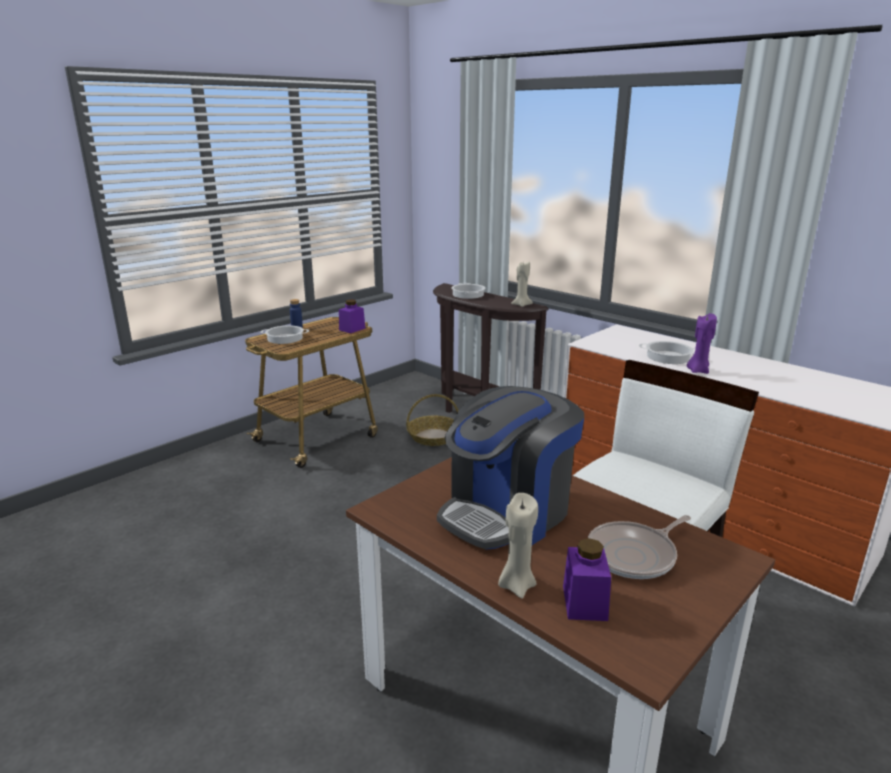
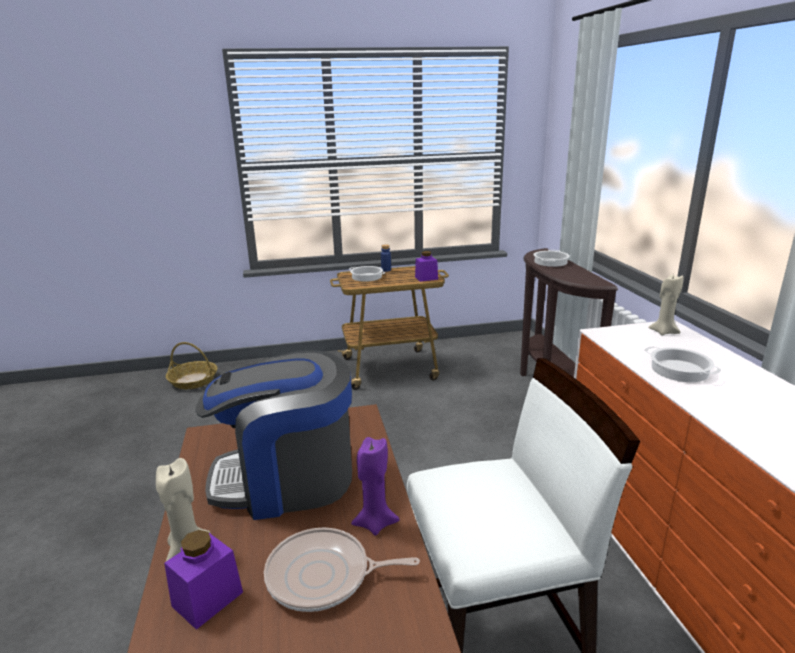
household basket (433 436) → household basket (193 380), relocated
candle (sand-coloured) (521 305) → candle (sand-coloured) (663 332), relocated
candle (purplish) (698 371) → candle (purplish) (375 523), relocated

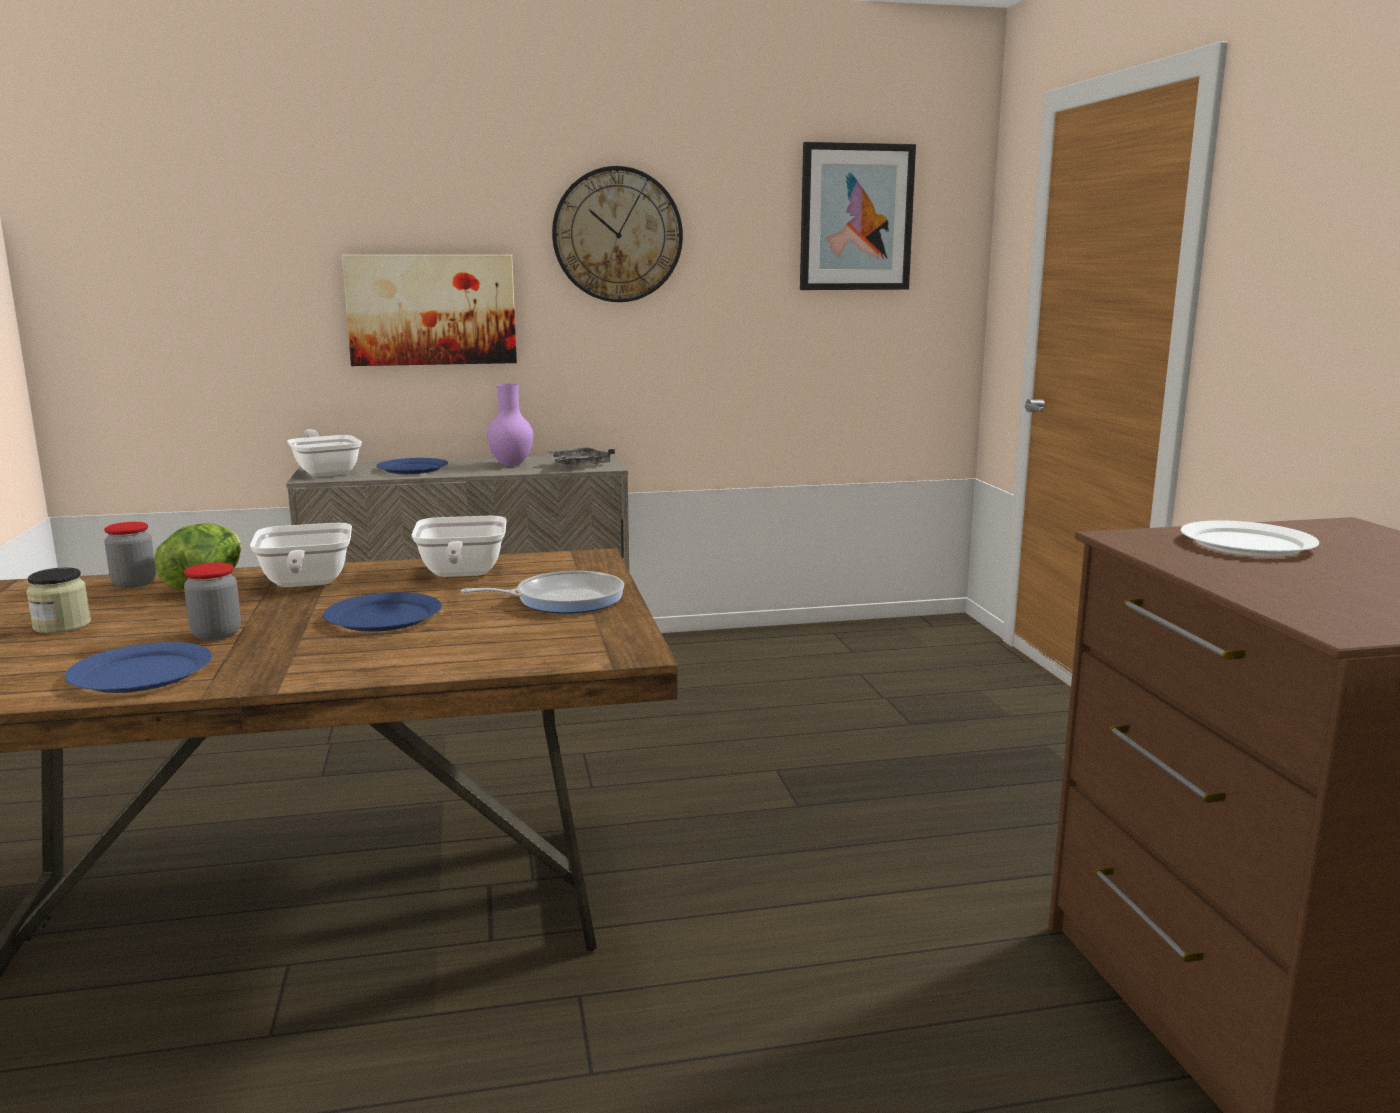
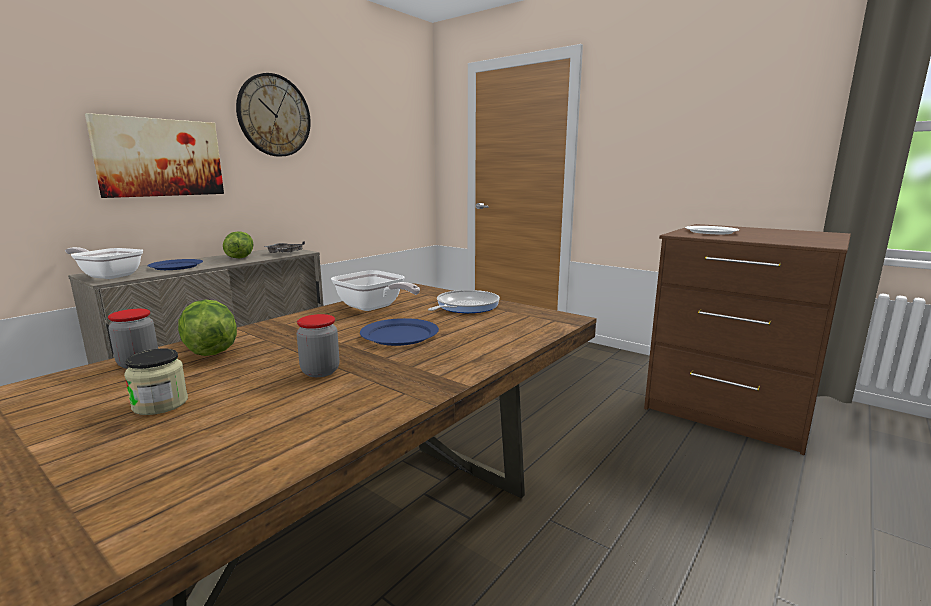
flat dish (blue-coloured) (141 673) → -
pan (304 584) → -
decorative vase (purplish) (510 465) → lettuce head (240 257)
picture (856 217) → -

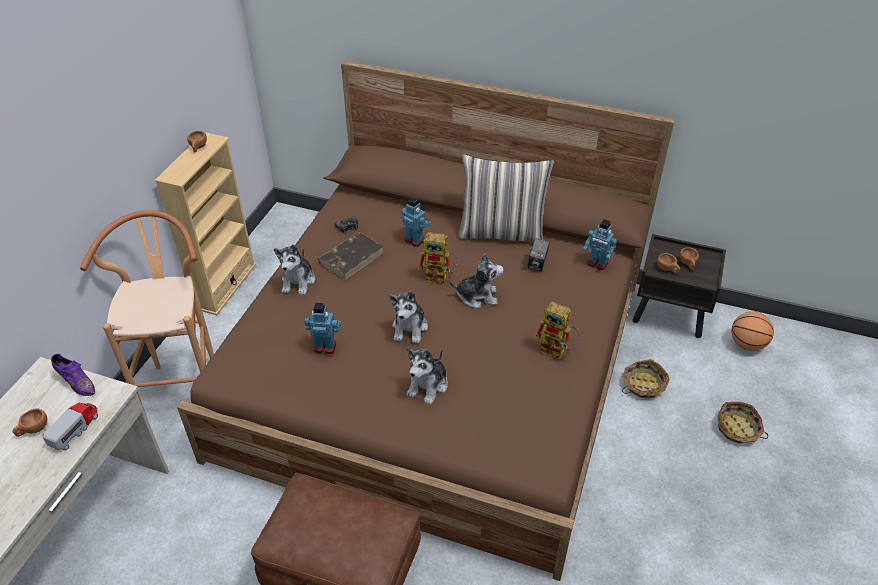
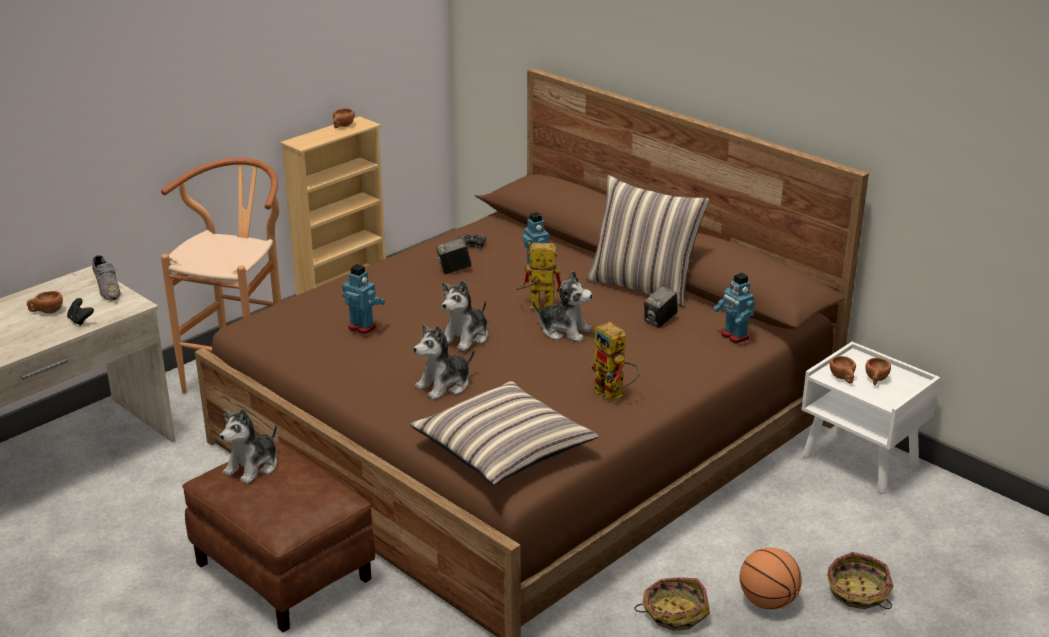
toy lorry (75 430) → game controller (black) (80 320)
shoe (purplish) (77 382) → shoe (grey) (108 290)
plush toy (298 281) → plush toy (253 467), relocated
bound book (brown-coloured) (352 257) → still camera (454 270)
toy robot (440 278) → toy robot (536 306), 150 degrees clockwise
household basket (642 385) → household basket (674 612), relocated
bedside table (brown-coloured) (670 314) → bedside table (white) (861 462)
basketball (747 344) → basketball (767 602), relocated
- → throw pillow (503 448)

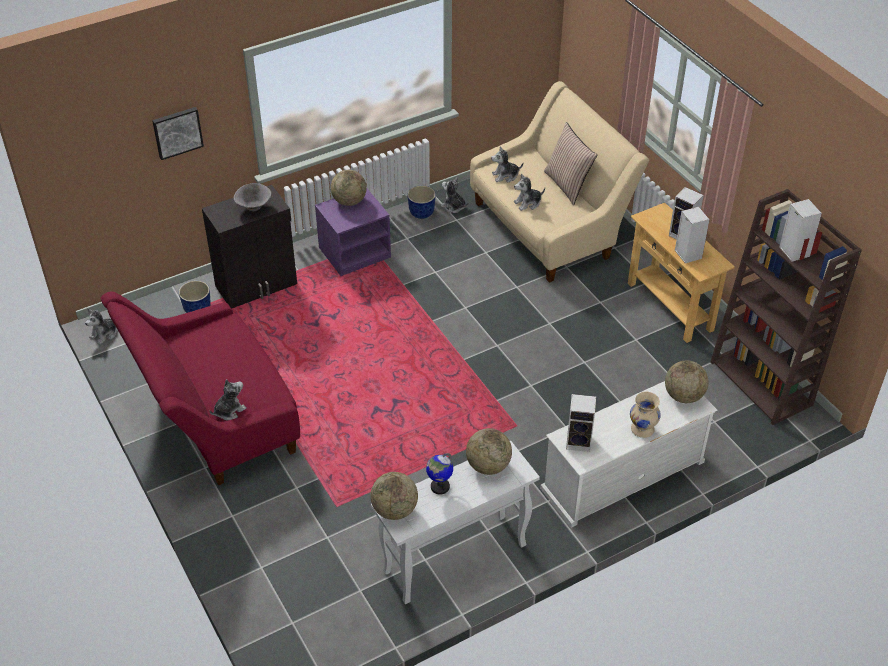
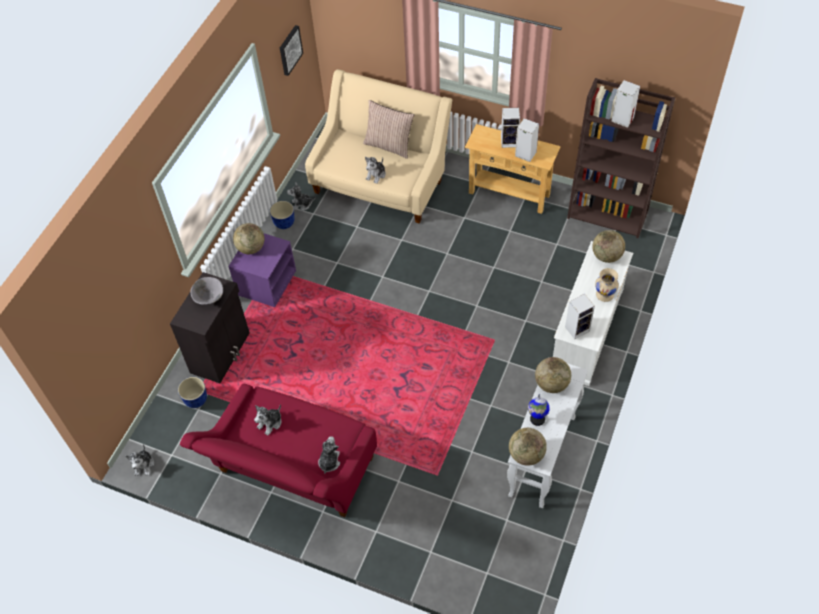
picture (177 132) → picture (289 50), relocated
plush toy (505 176) → plush toy (270 423), relocated

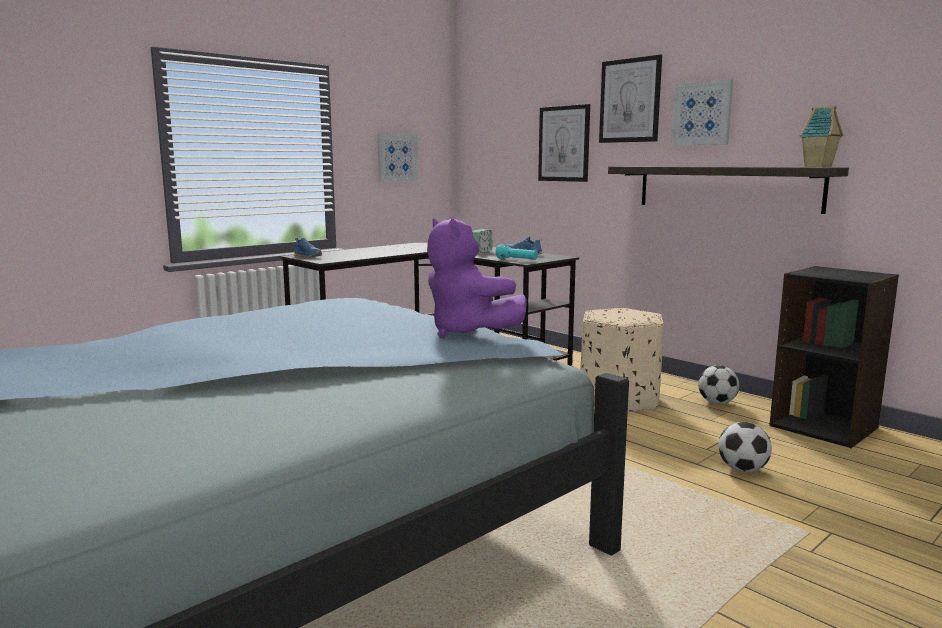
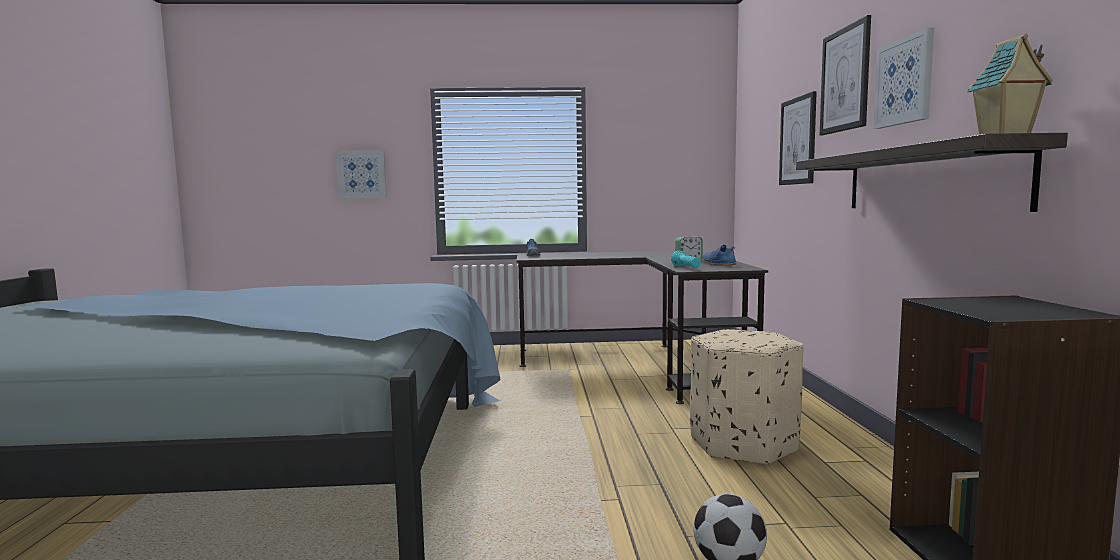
picture (397 158) → picture (361 174), relocated
plush toy (purplish) (467 332) → -
ball for football (717 403) → -

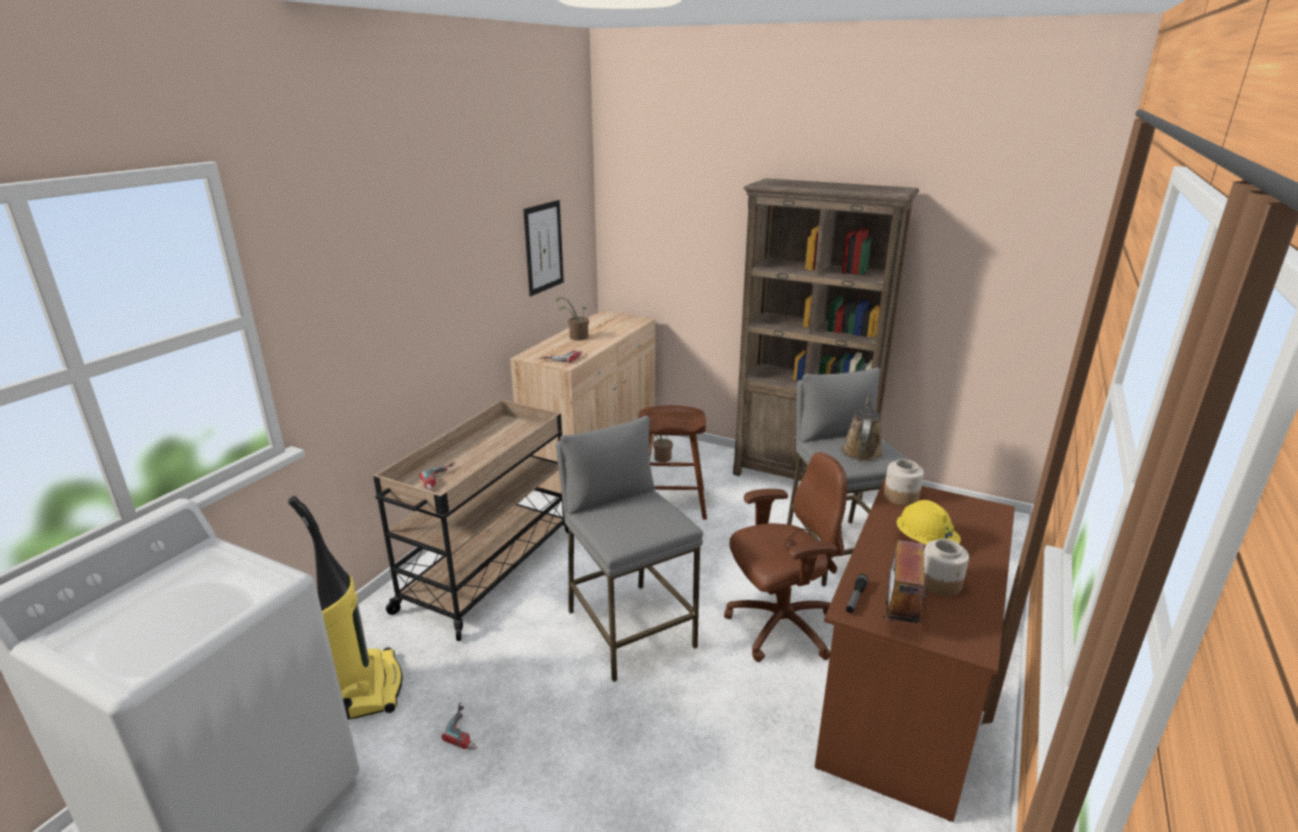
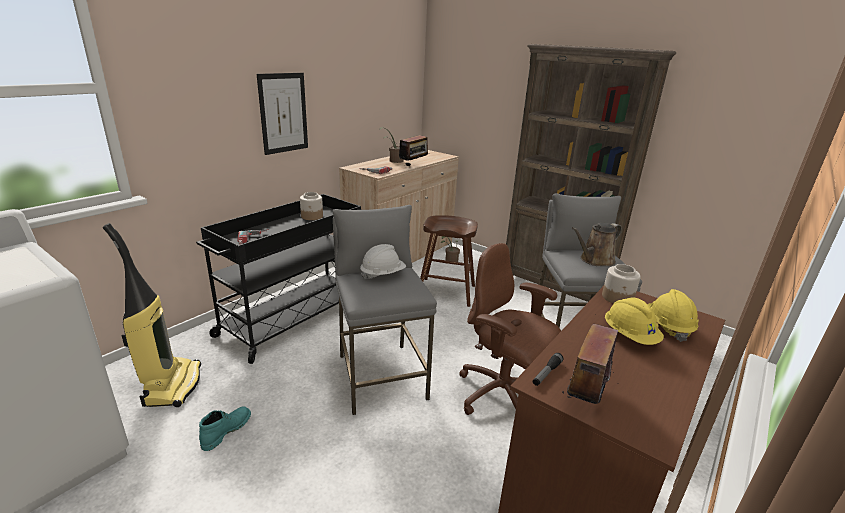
trolley (sand-coloured) (487 571) → trolley (black) (294 318)
power drill (467 729) → boot (turquoise) (226 430)
picture (543 247) → picture (283 113), relocated
office chair (brown-coloured) (779 627) → office chair (brown-coloured) (502 395), 135 degrees counterclockwise
sprinkling can (brown-coloured) (861 449) → sprinkling can (brown-coloured) (595 260), 150 degrees counterclockwise
preserve jar (940 583) → preserve jar (312 216), relocated
- → safety helmet (white) (382 274)
- → radio (414 165)
- → safety helmet (yellowish) (668 326)

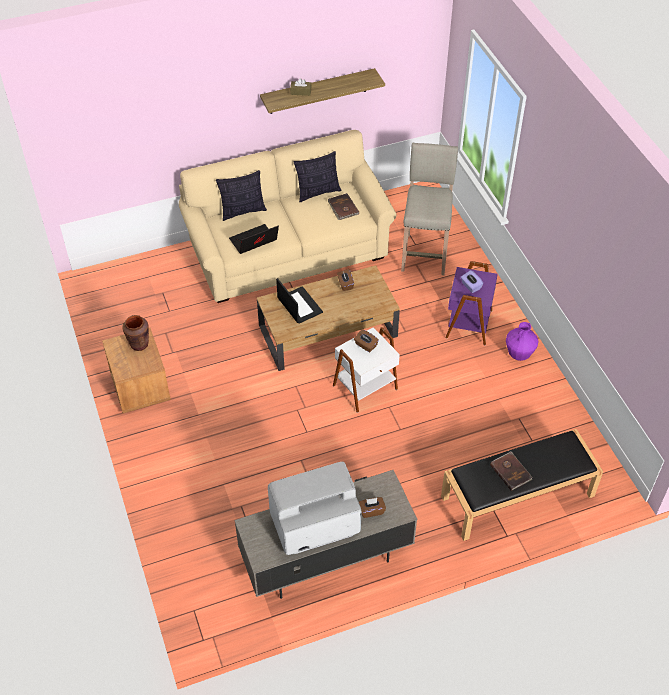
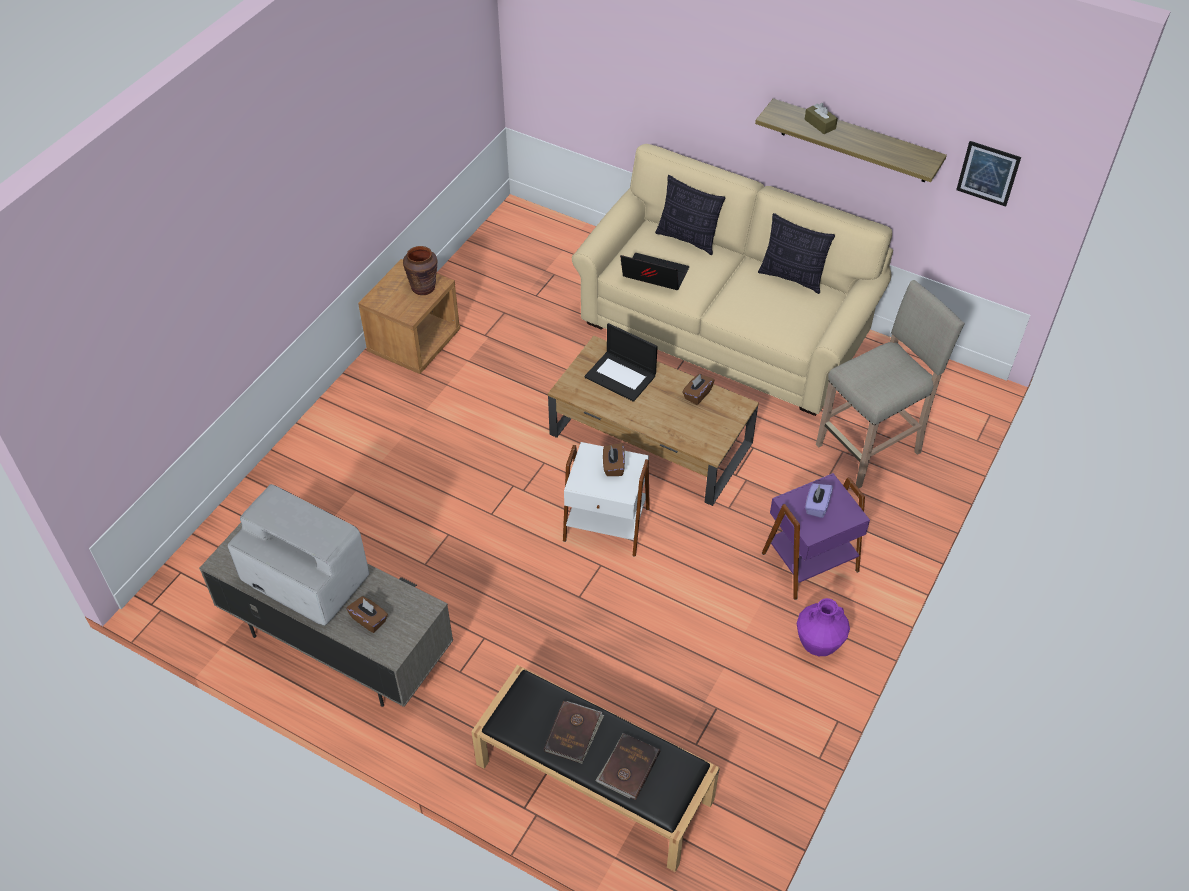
portable computer (299 305) → portable computer (621 376), 105 degrees clockwise
bound book (brown-coloured) (343 208) → bound book (brown-coloured) (628 767), relocated
- → picture (988 173)

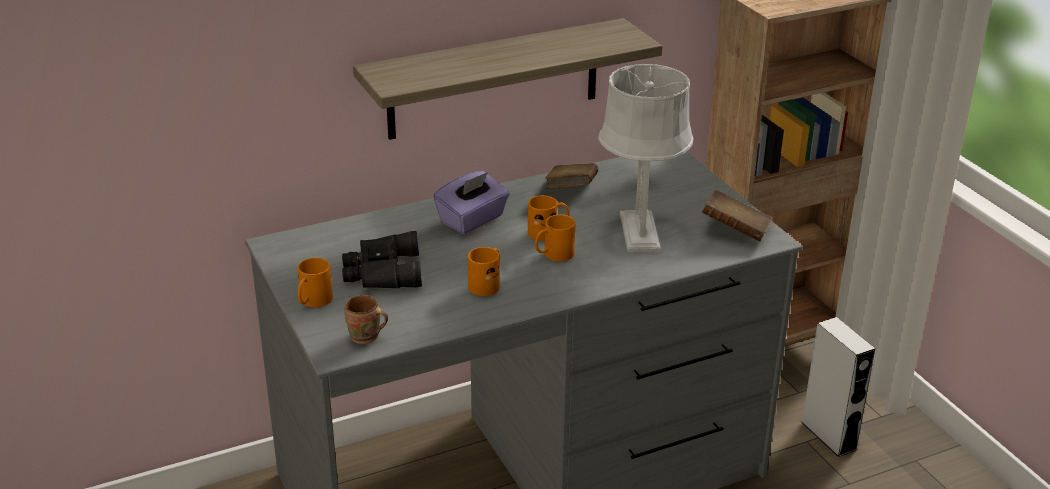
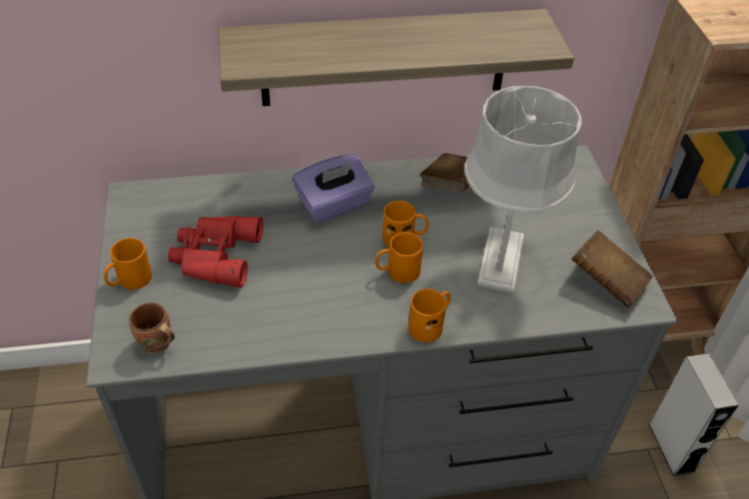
field glasses (black) (381 272) → field glasses (reddish) (214 255)
coffee mug (orangey) (487 284) → coffee mug (orangey) (430 324), relocated

